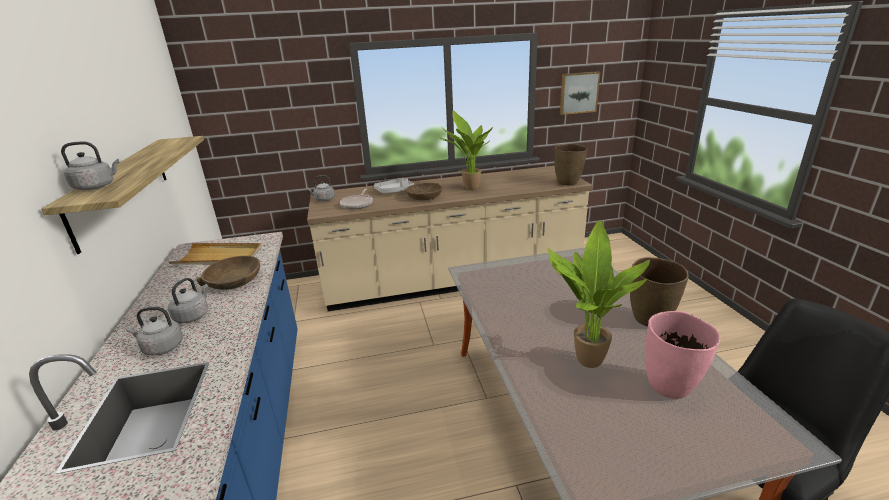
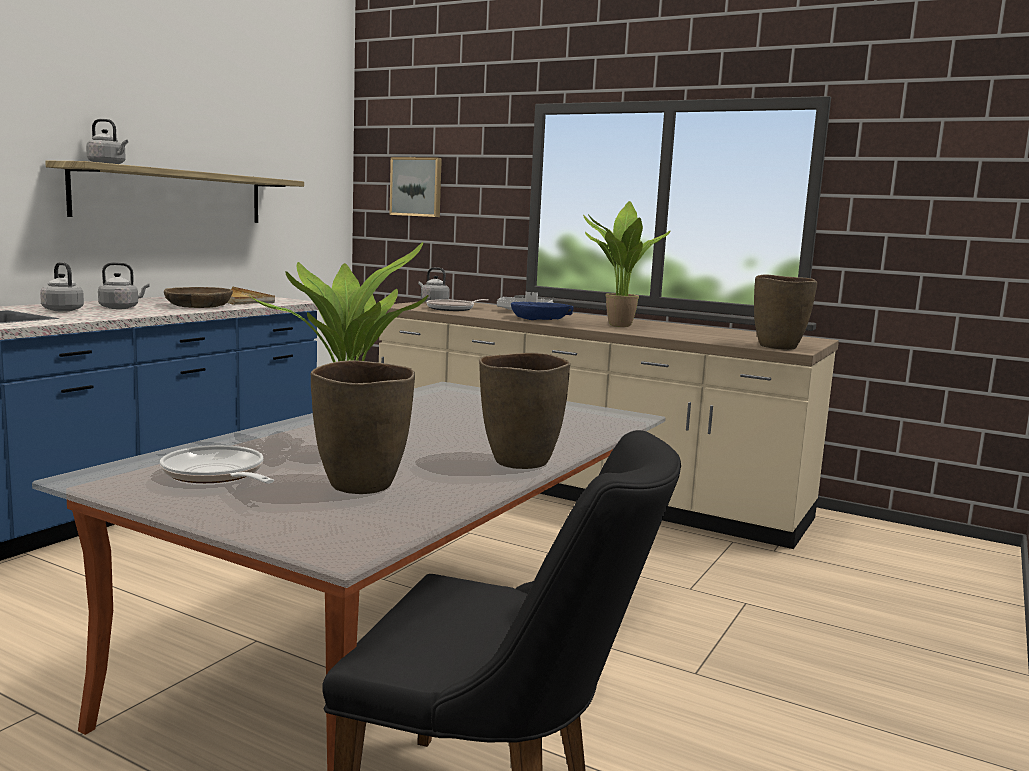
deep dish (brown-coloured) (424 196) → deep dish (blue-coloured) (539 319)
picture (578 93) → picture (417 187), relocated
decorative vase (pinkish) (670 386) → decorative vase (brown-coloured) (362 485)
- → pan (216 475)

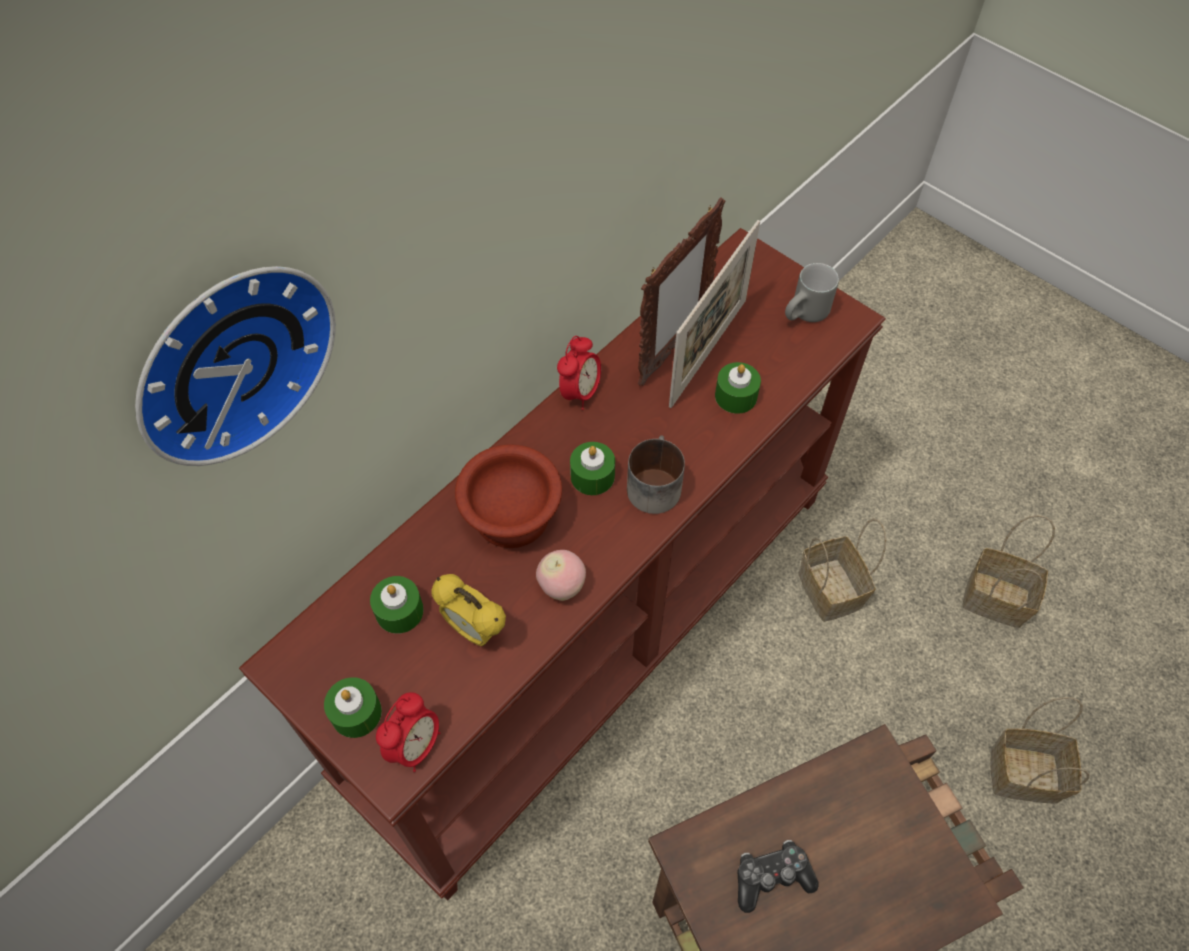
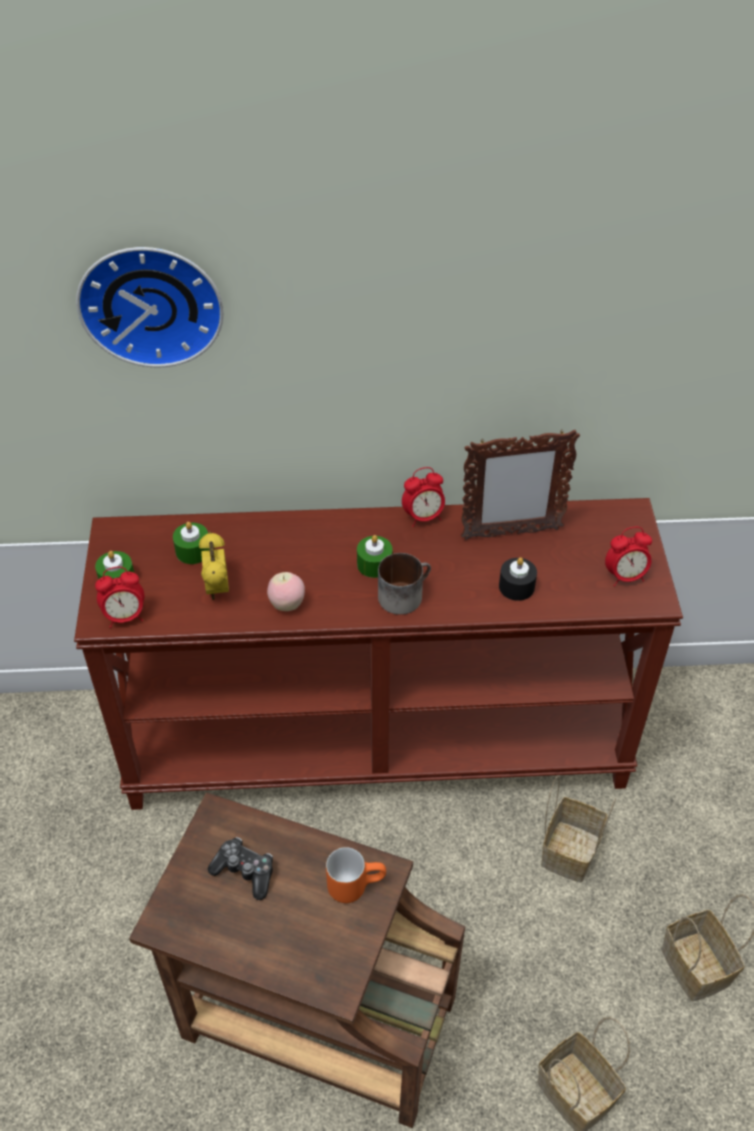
deep dish (brown-coloured) (509 517) → -
picture frame (708 352) → -
candle (greenish) (736 396) → candle (black) (516 586)
coffee mug (grey) (806 316) → table clock (625 576)
- → coffee mug (orangey) (355 883)

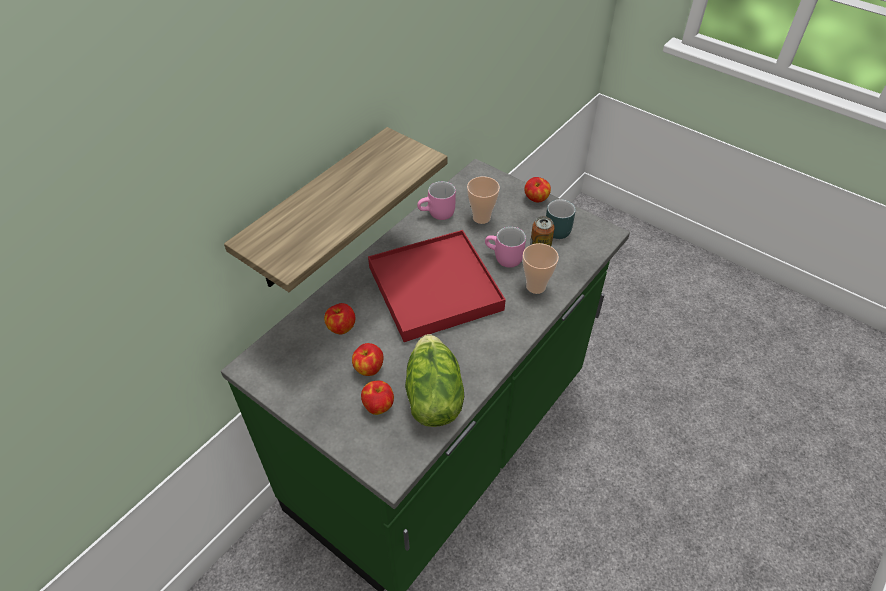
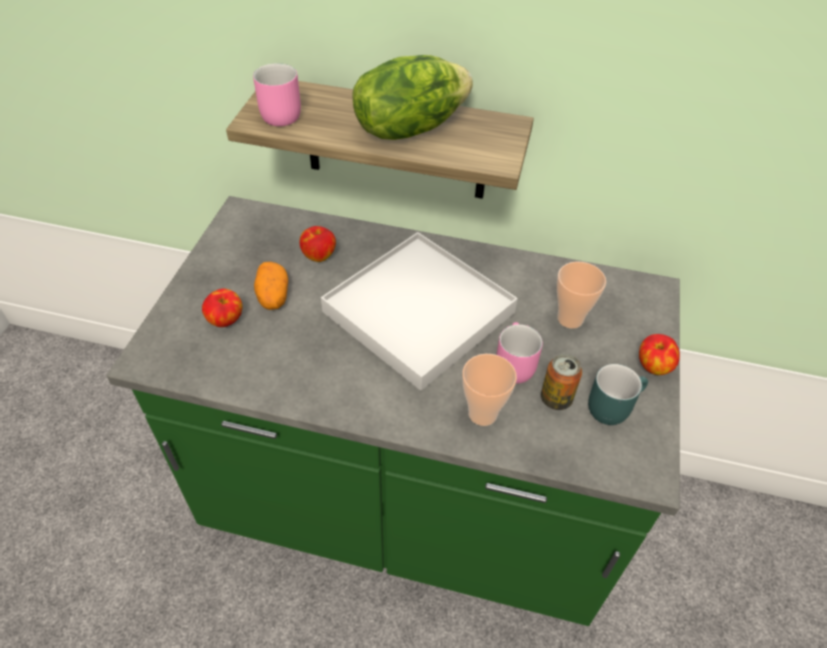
apple fruit (368 368) → potato (273 295)
tray (reddish) (435 288) → tray (white) (419 313)
lettuce head (432 397) → lettuce head (409 127), relocated
coffee mug (pinkish) (438 214) → coffee mug (pinkish) (274 114), relocated

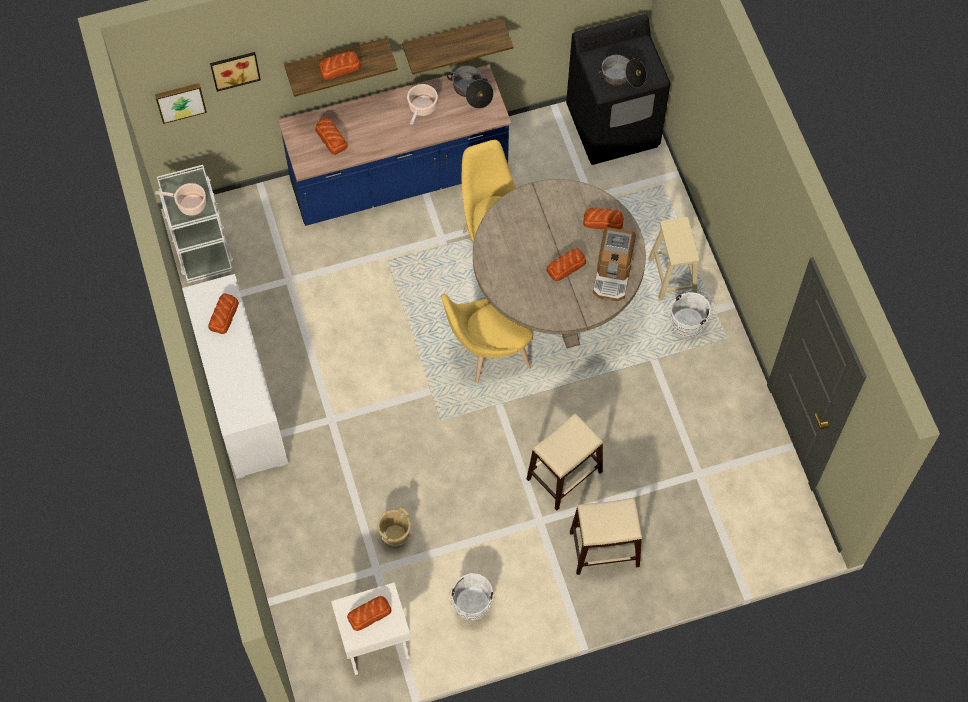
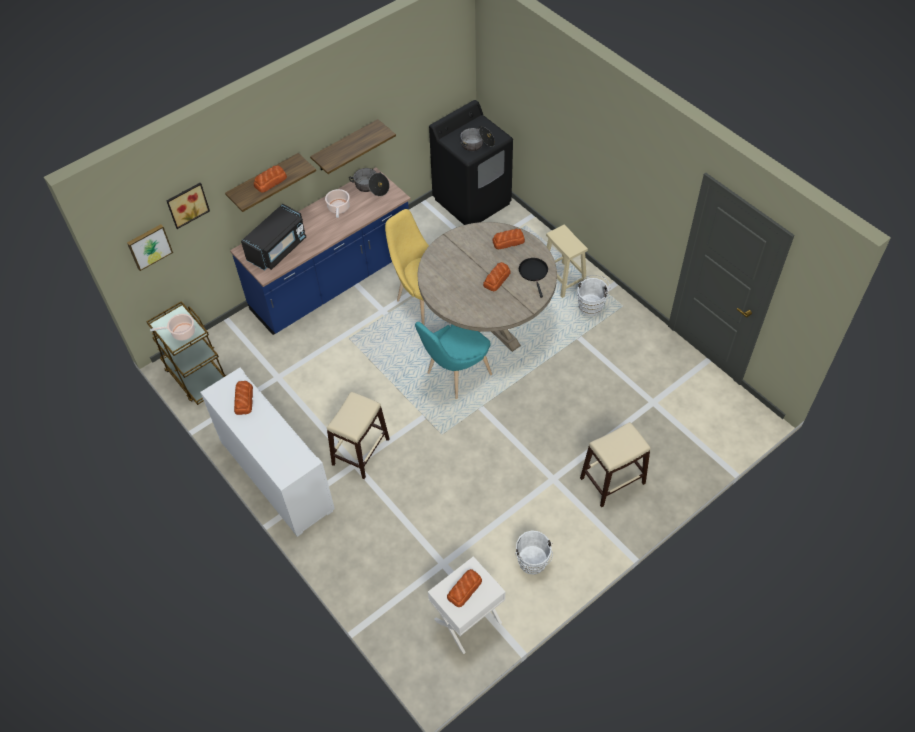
trolley (white) (201 245) → trolley (brown-coloured) (197 376)
bakery bread (331 138) → microwave (black) (278 249)
water bucket (sand-coloured) (395 536) → -
upright chair (yellowish) (488 354) → upright chair (turquoise) (455 375)
stool (sand-coloured) (565 475) → stool (sand-coloured) (361 451), relocated
coffee machine (613 274) → pan (black) (534 273)

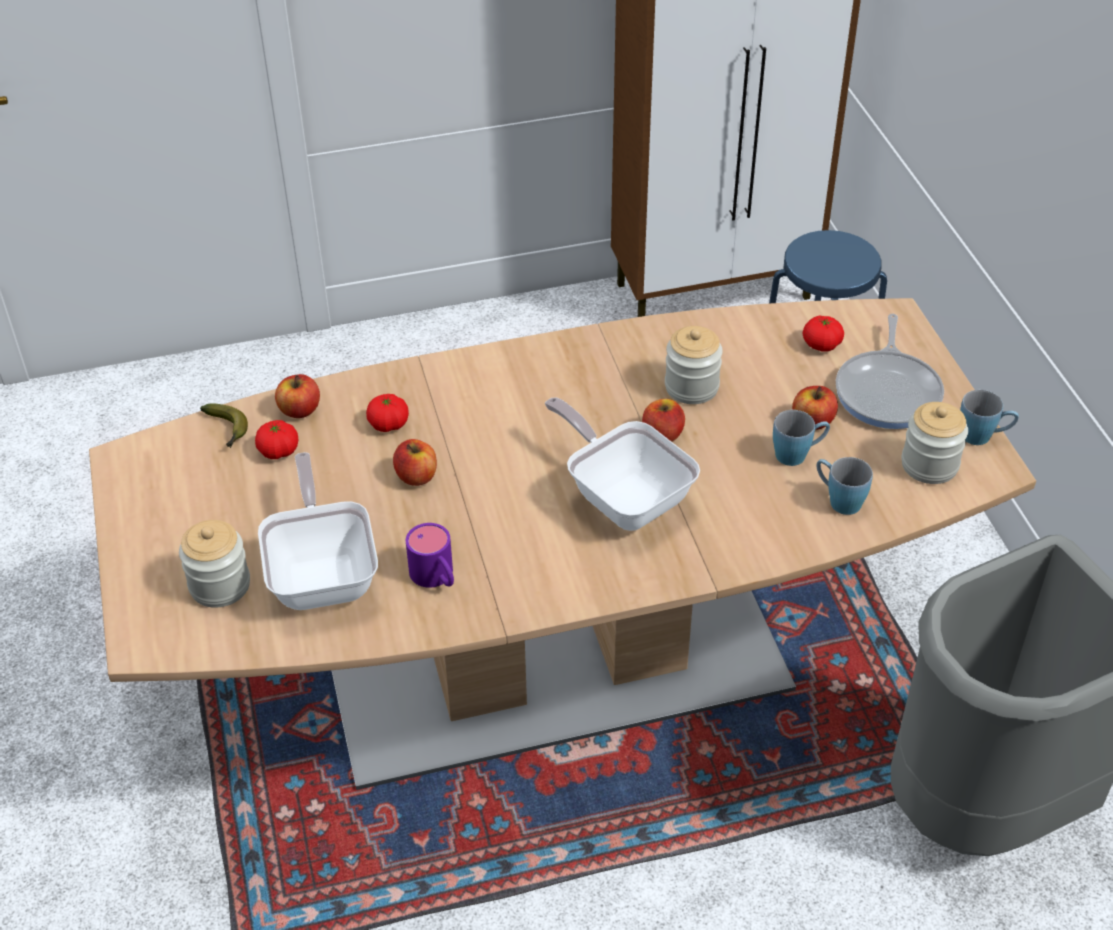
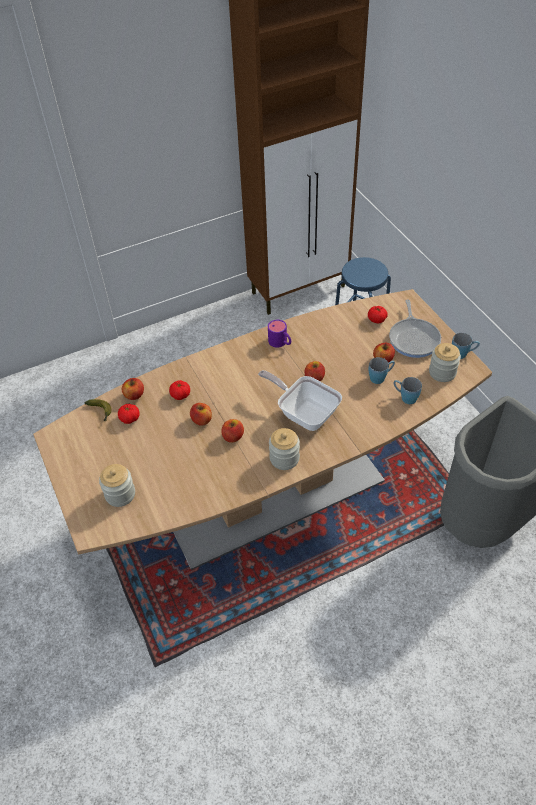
pan (323 573) → -
coffee mug (purplish) (436 577) → coffee mug (purplish) (280 343), relocated
preserve jar (691 387) → preserve jar (284 458), relocated
- → apple fruit (233 436)

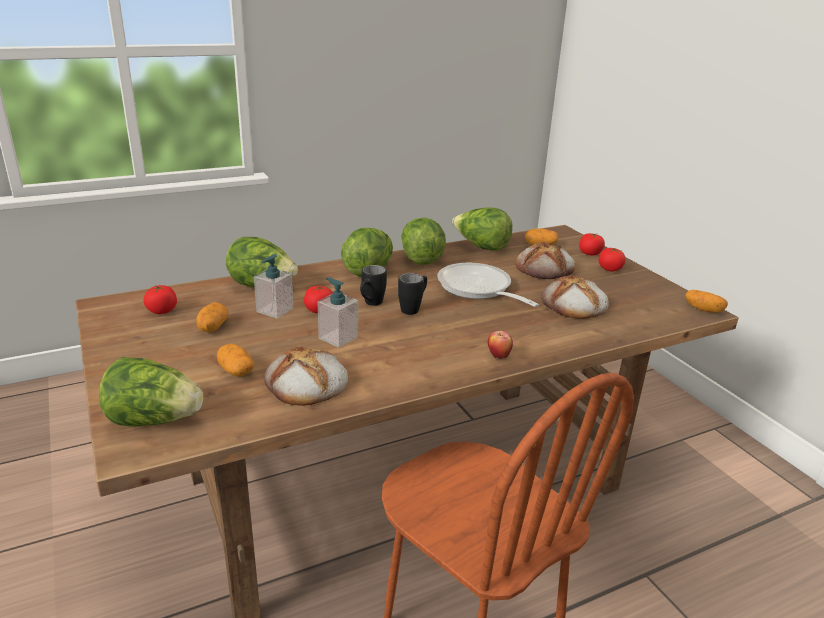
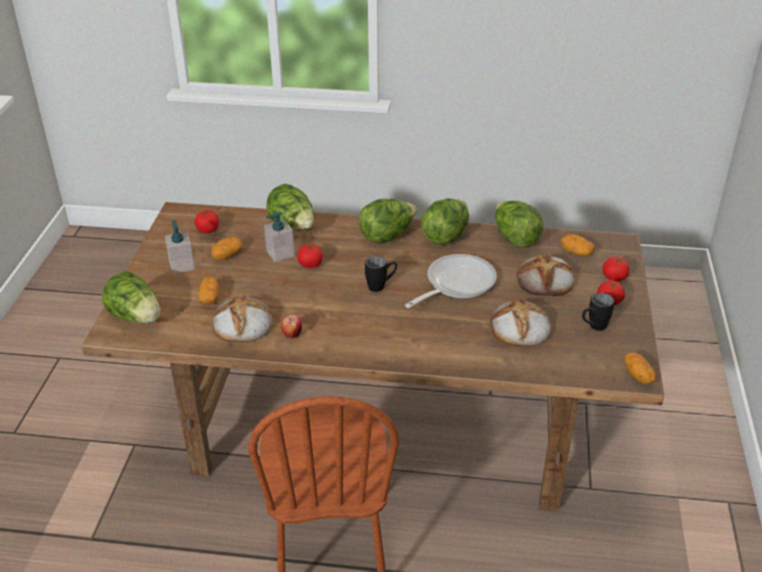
liquid soap bottle (338 338) → liquid soap bottle (181 266), relocated
coffee mug (black) (370 304) → coffee mug (black) (593 327), relocated
pan (478 289) → pan (455 284), 45 degrees clockwise
apple fruit (498 356) → apple fruit (292 335), relocated

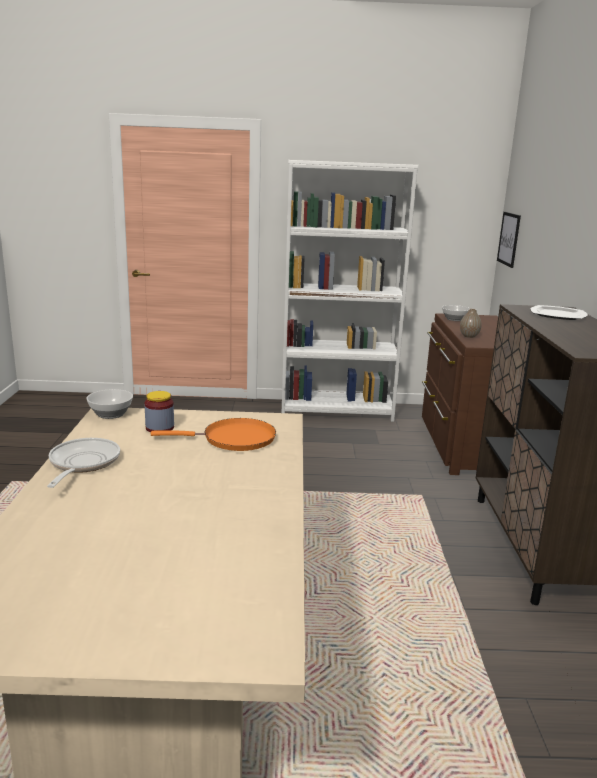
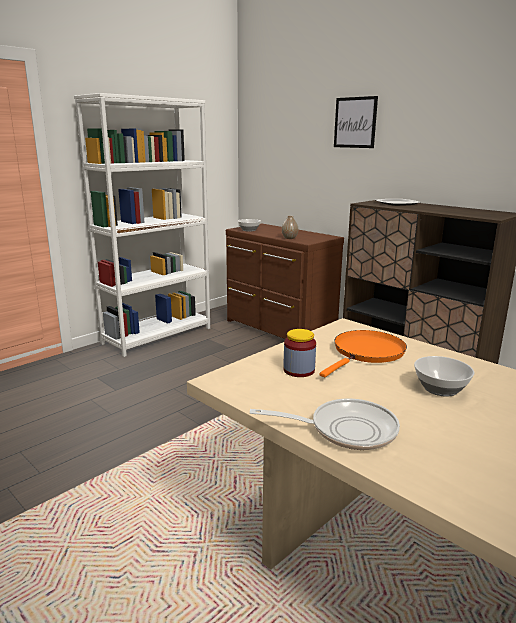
pan (82 464) → pan (345 430), 135 degrees clockwise
deep dish (112 414) → deep dish (441 388), relocated
picture (509 239) → picture (355 122), relocated

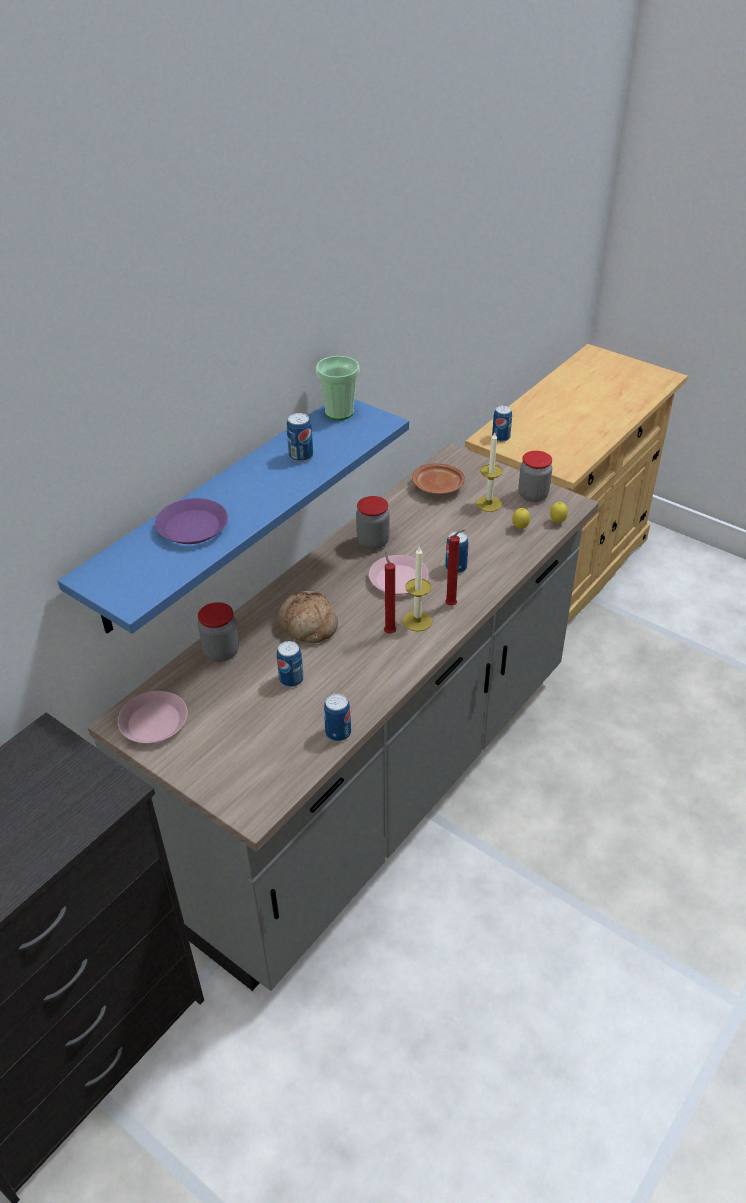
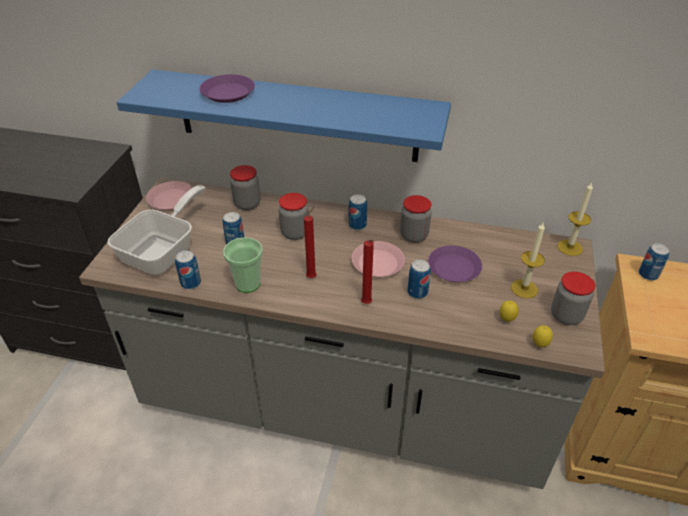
bakery bread (307 626) → preserve jar (295 233)
sealed can (301 456) → sealed can (357 225), relocated
small cup (339 412) → small cup (247 284), relocated
candle (417 621) → candle (569 247), relocated
flat dish (brown-coloured) (438 487) → -
- → pan (164 251)
- → flat dish (purplish) (454 268)

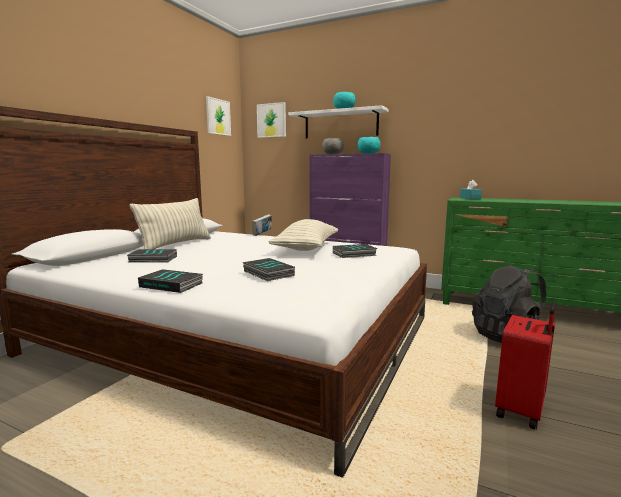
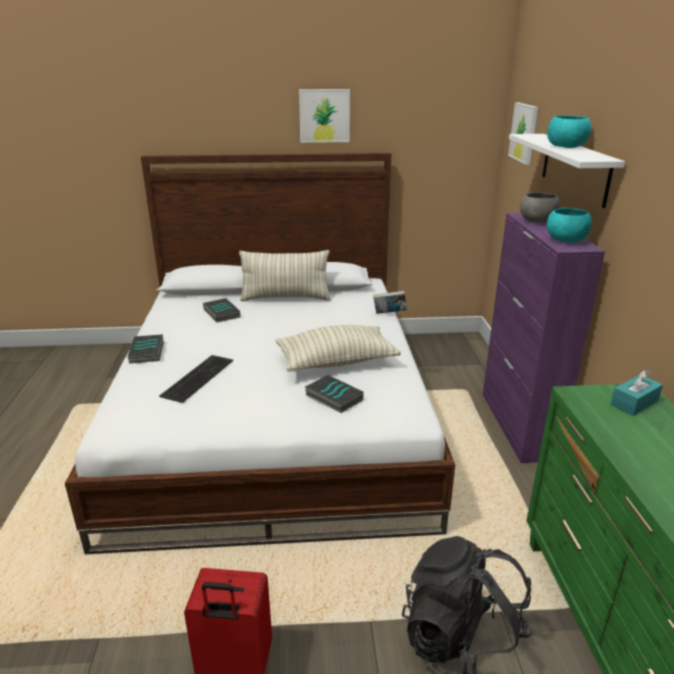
picture (218 117) → picture (324 116), relocated
bound book (267 273) → keyboard (197 377)

